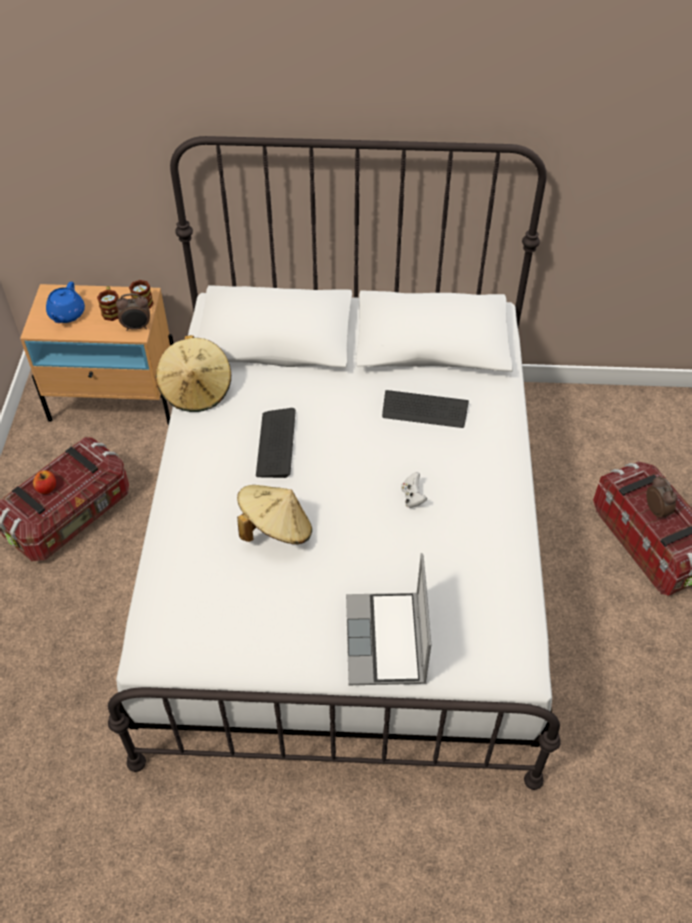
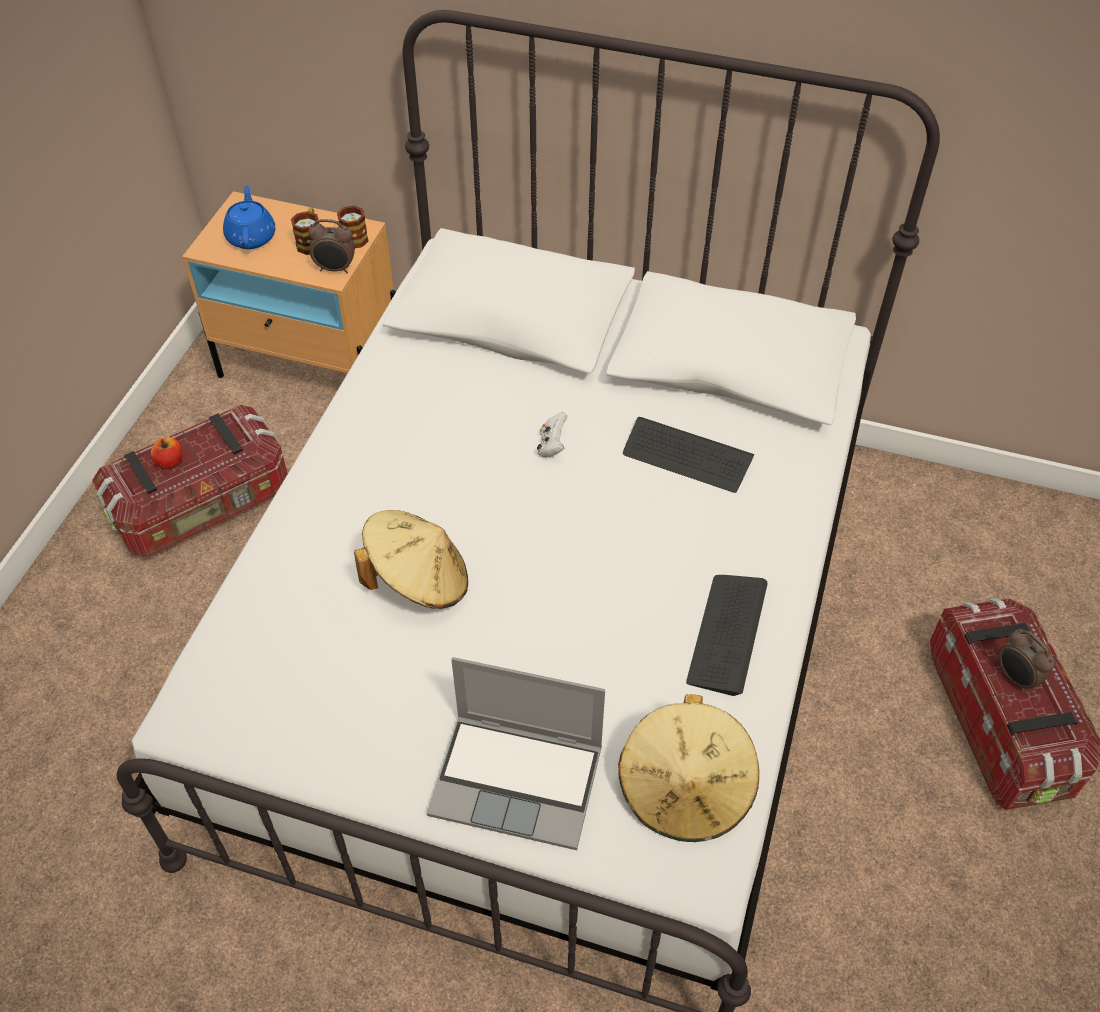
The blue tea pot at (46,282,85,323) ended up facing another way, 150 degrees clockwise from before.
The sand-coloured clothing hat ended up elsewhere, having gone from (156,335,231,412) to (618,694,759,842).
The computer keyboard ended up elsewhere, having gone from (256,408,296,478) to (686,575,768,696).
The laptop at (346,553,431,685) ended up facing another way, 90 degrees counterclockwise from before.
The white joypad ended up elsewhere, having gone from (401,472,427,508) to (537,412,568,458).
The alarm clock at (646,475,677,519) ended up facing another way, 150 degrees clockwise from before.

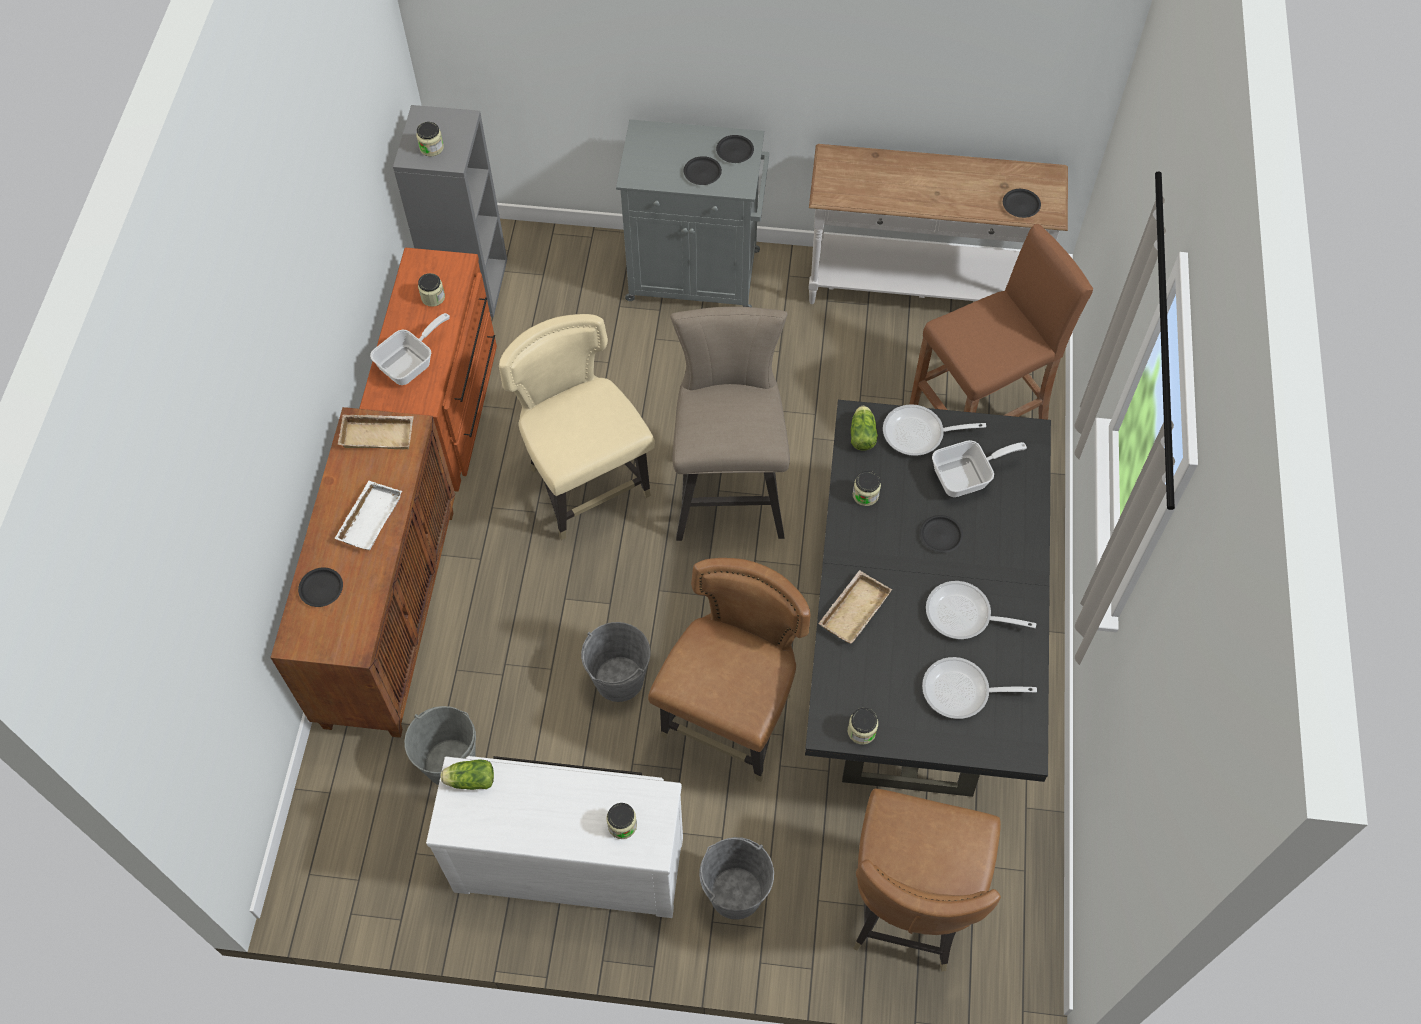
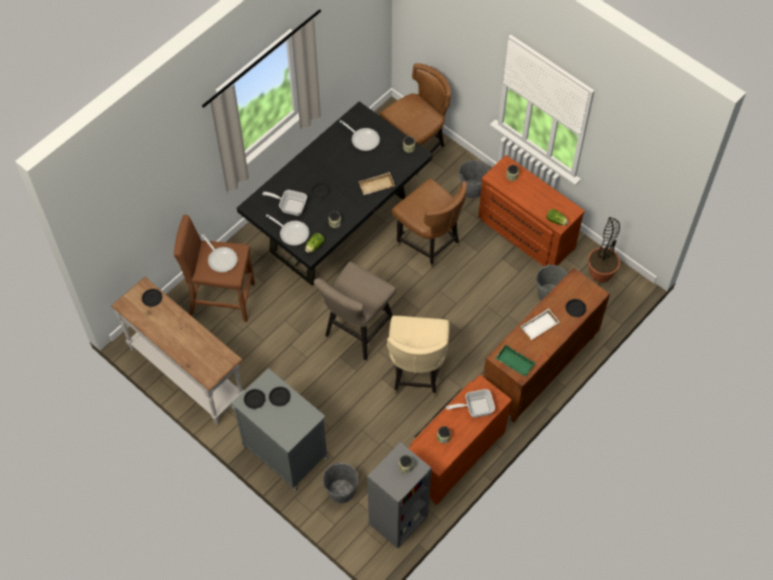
What was the sand-coloured carrying tray at (338,414,414,449) turned into the greenish carrying tray at (495,344,535,377).
What was the white chest of drawers at (426,756,683,918) turned into the brown-coloured chest of drawers at (478,155,585,266).
The grey pail ended up elsewhere, having gone from (581,622,651,702) to (323,462,358,503).
The brown-coloured upright chair at (648,558,811,782) ended up facing another way, 105 degrees counterclockwise from before.
The pan ended up elsewhere, having gone from (926,581,1036,639) to (201,234,238,272).
The second view gained the houseplant at (588,217,620,283).

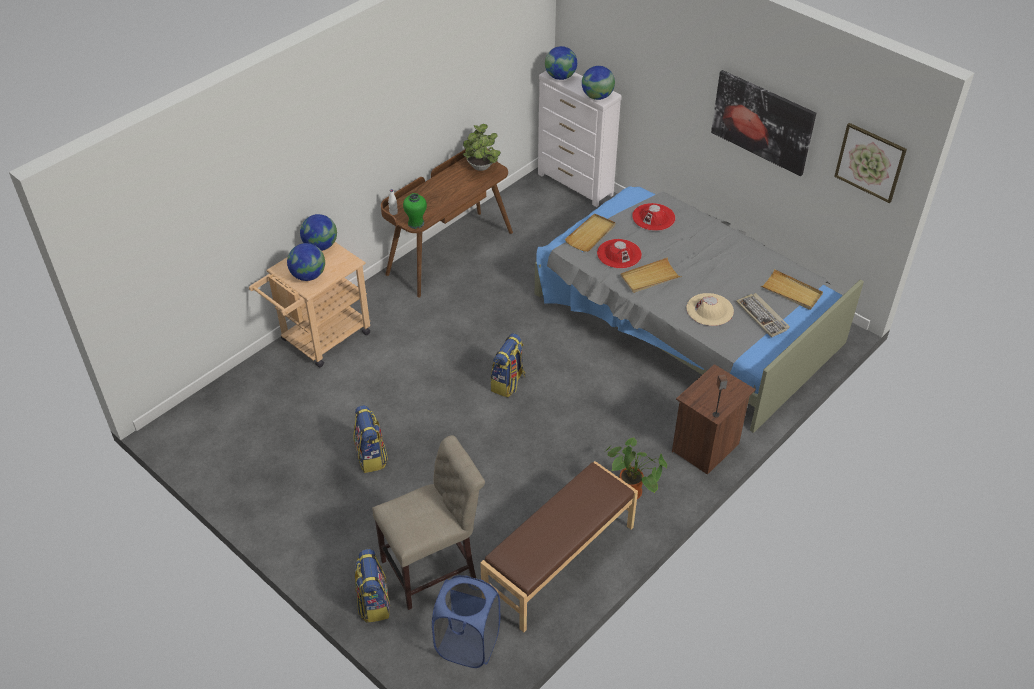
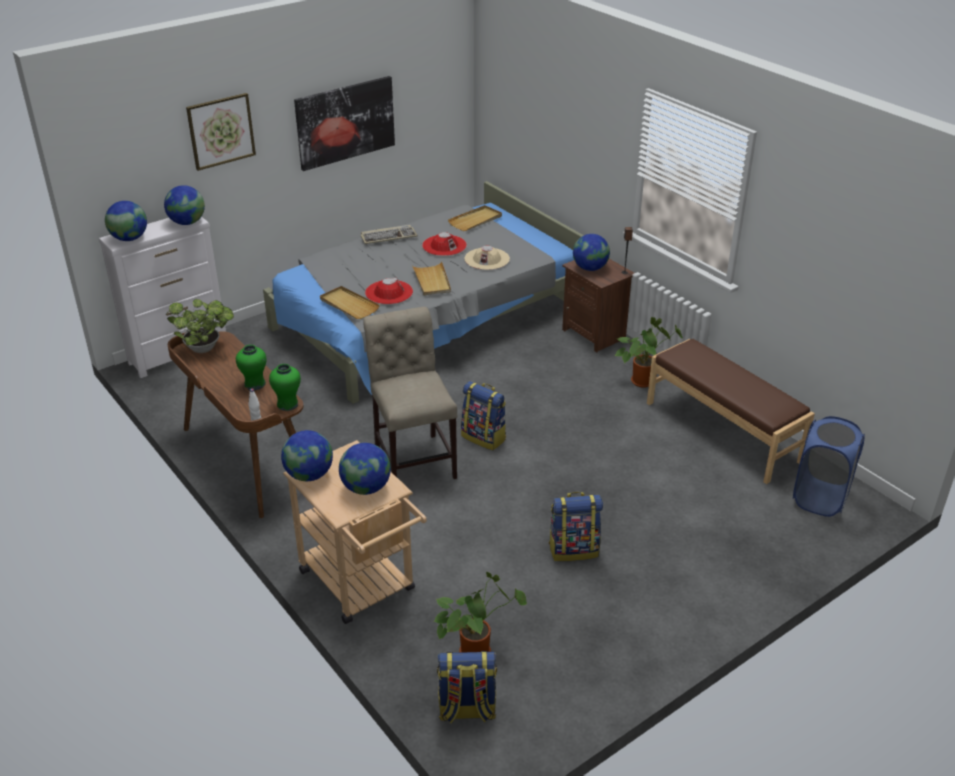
The knapsack ended up elsewhere, having gone from (355,549,390,623) to (437,651,497,723).
The sand-coloured upright chair ended up elsewhere, having gone from (372,435,485,610) to (363,307,457,479).
The red-coloured clothing hat ended up elsewhere, having gone from (632,203,675,231) to (422,232,467,256).
The computer keyboard ended up elsewhere, having gone from (736,293,790,338) to (360,225,418,244).
The wall picture ended up elsewhere, having gone from (834,123,907,203) to (186,93,256,171).
The second view gained the greenish decorative vase at (236,345,267,390).
The second view gained the houseplant at (434,572,527,653).
The second view gained the globe at (573,234,610,271).

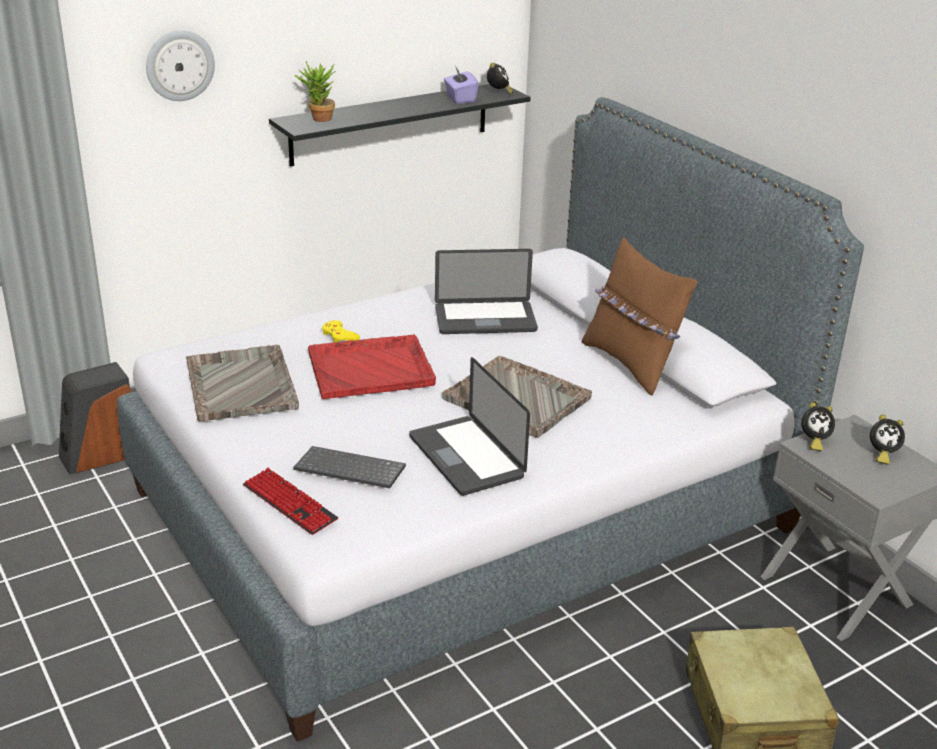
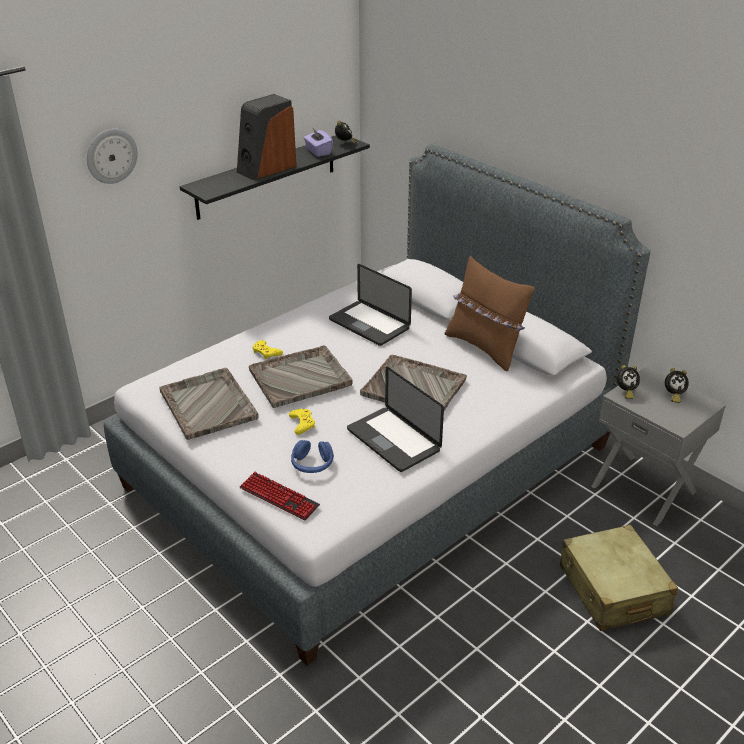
The speaker ended up elsewhere, having gone from (59,362,131,475) to (237,94,297,180).
Where the computer keyboard stood at (293,446,406,488), the blue pair of headphones came to stand at (291,440,334,473).
The second view lost the houseplant at (295,61,336,122).
What was the red-coloured carrying tray at (308,334,436,399) turned into the grey carrying tray at (249,345,353,408).
The laptop at (435,249,538,334) ended up facing another way, 60 degrees clockwise from before.
The second view gained the yellow-coloured joypad at (289,409,315,435).

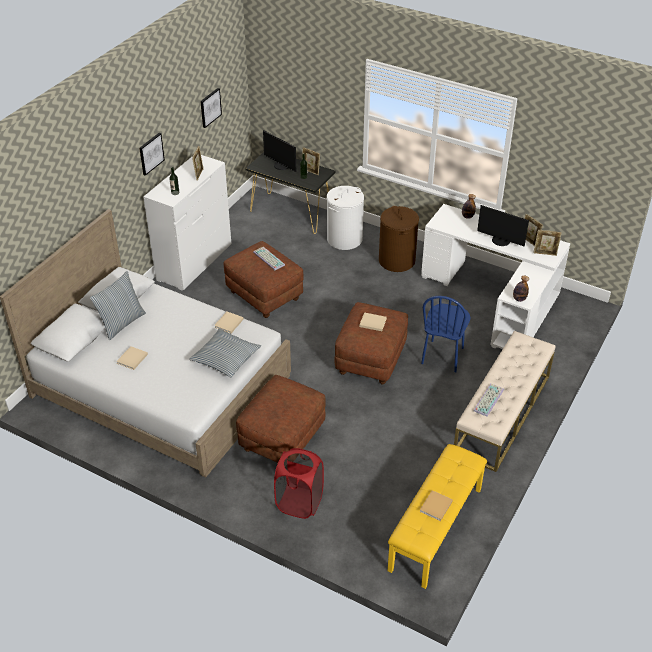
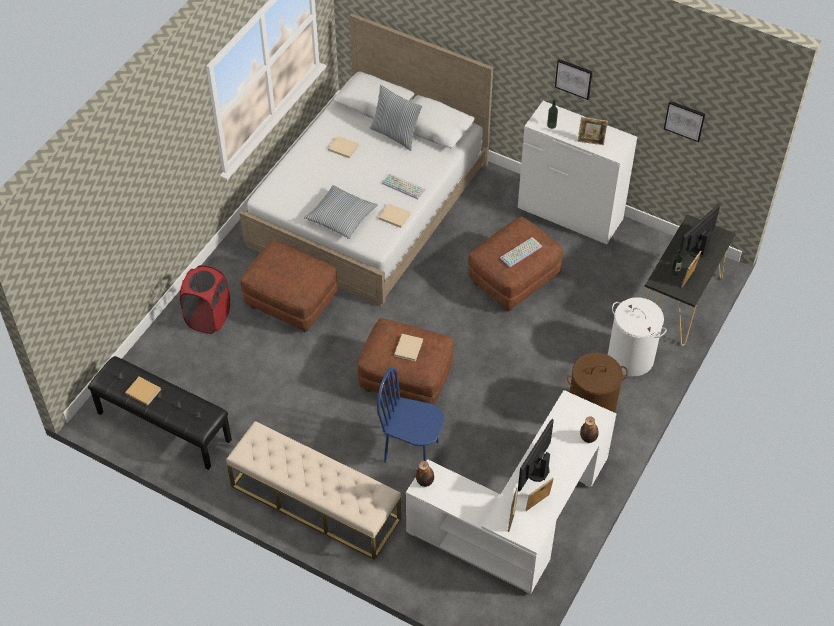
What was the yellow-coloured long seat at (388,444,487,589) turned into the black-coloured long seat at (88,356,232,470).
The computer keyboard ended up elsewhere, having gone from (473,384,504,416) to (382,174,425,199).

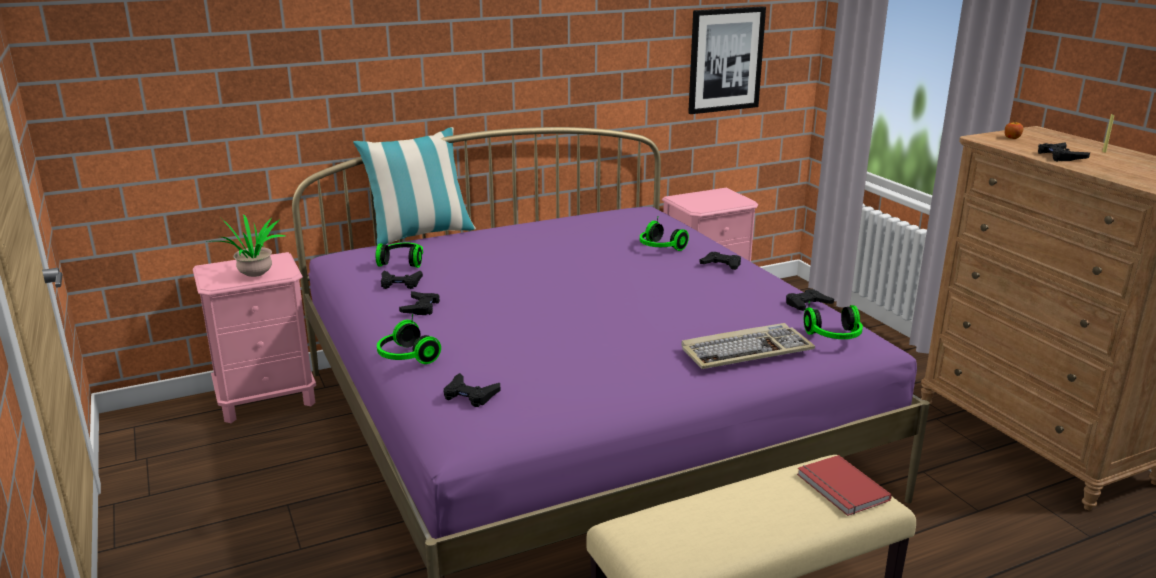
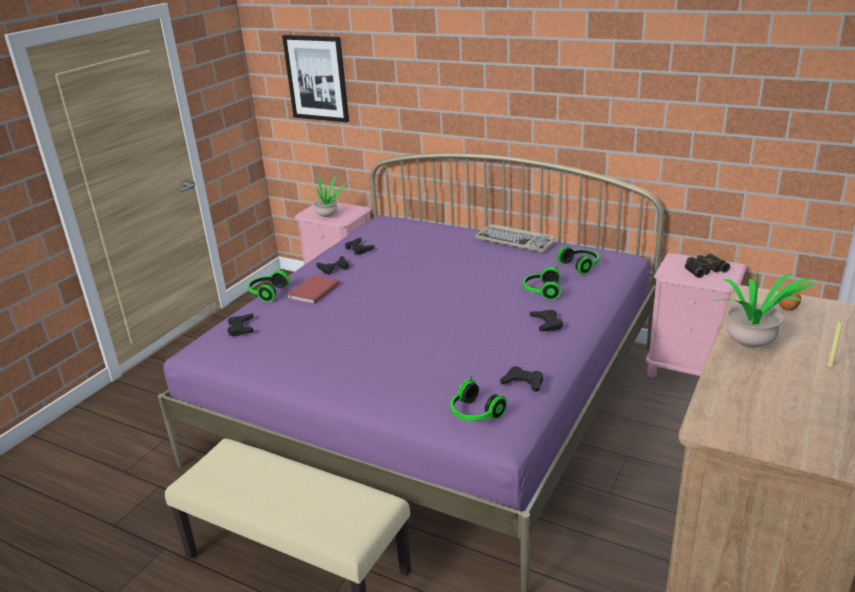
The second view lost the pillow at (353,127,476,245).
The pair of headphones ended up elsewhere, having gone from (376,243,423,268) to (557,246,599,275).
The computer keyboard ended up elsewhere, having gone from (681,323,815,369) to (474,224,555,252).
The wall picture ended up elsewhere, having gone from (688,6,766,114) to (282,35,349,122).
The red-coloured book ended up elsewhere, having gone from (797,455,892,516) to (287,275,340,304).
Where the black-coloured joypad stood at (1038,142,1090,161), the houseplant came to stand at (713,272,815,347).
The second view gained the binoculars at (684,253,730,278).

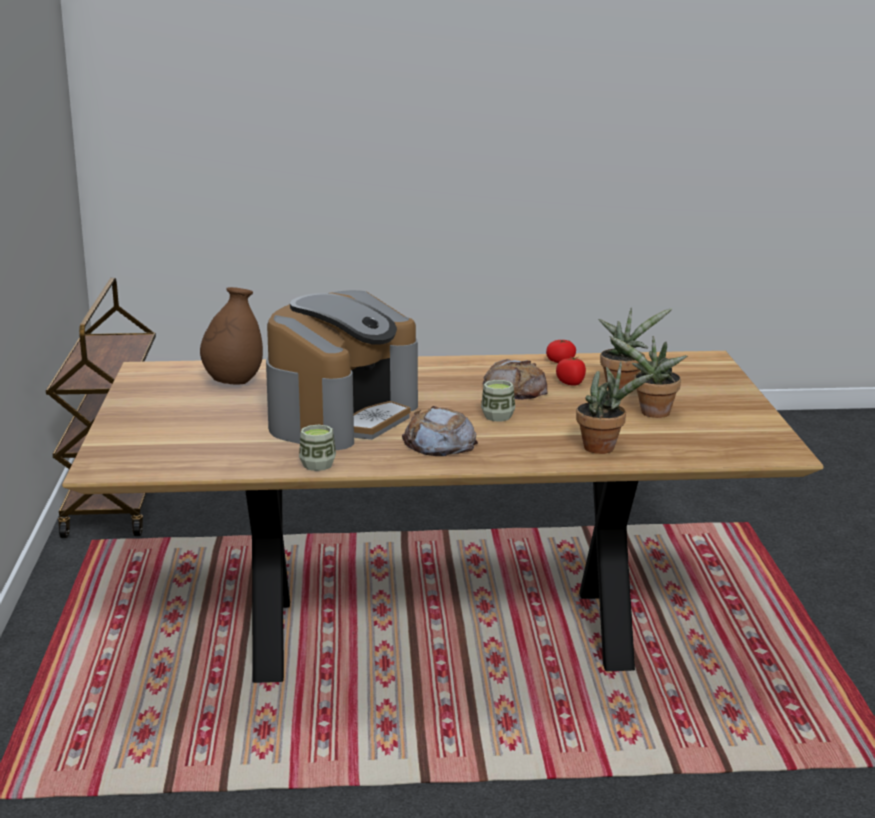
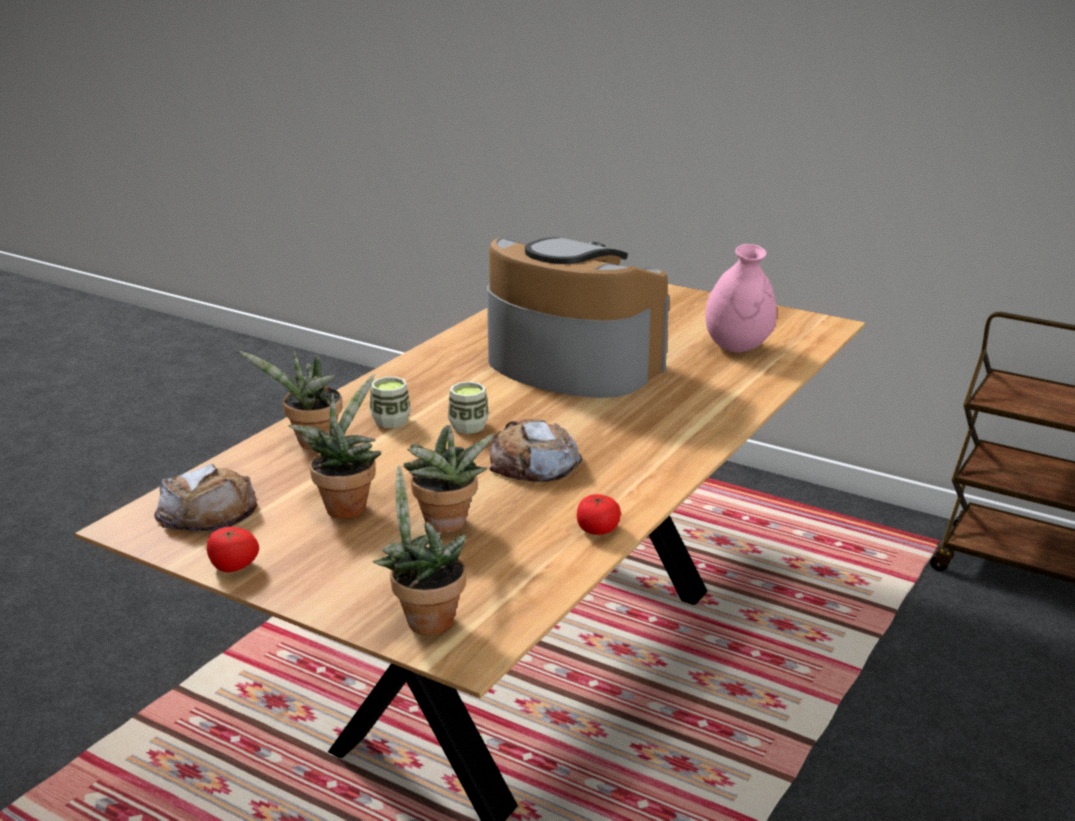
What was the brown-coloured decorative vase at (200,287,263,385) turned into the pinkish decorative vase at (705,244,777,353).
The coffee maker at (266,290,418,450) ended up facing another way, 150 degrees clockwise from before.
The drinking cup ended up elsewhere, having gone from (299,425,336,471) to (370,377,411,428).
The bread ended up elsewhere, having gone from (402,406,478,456) to (154,464,257,531).
The tomato ended up elsewhere, having gone from (556,357,586,385) to (207,527,259,572).
The second view gained the houseplant at (373,465,467,635).

